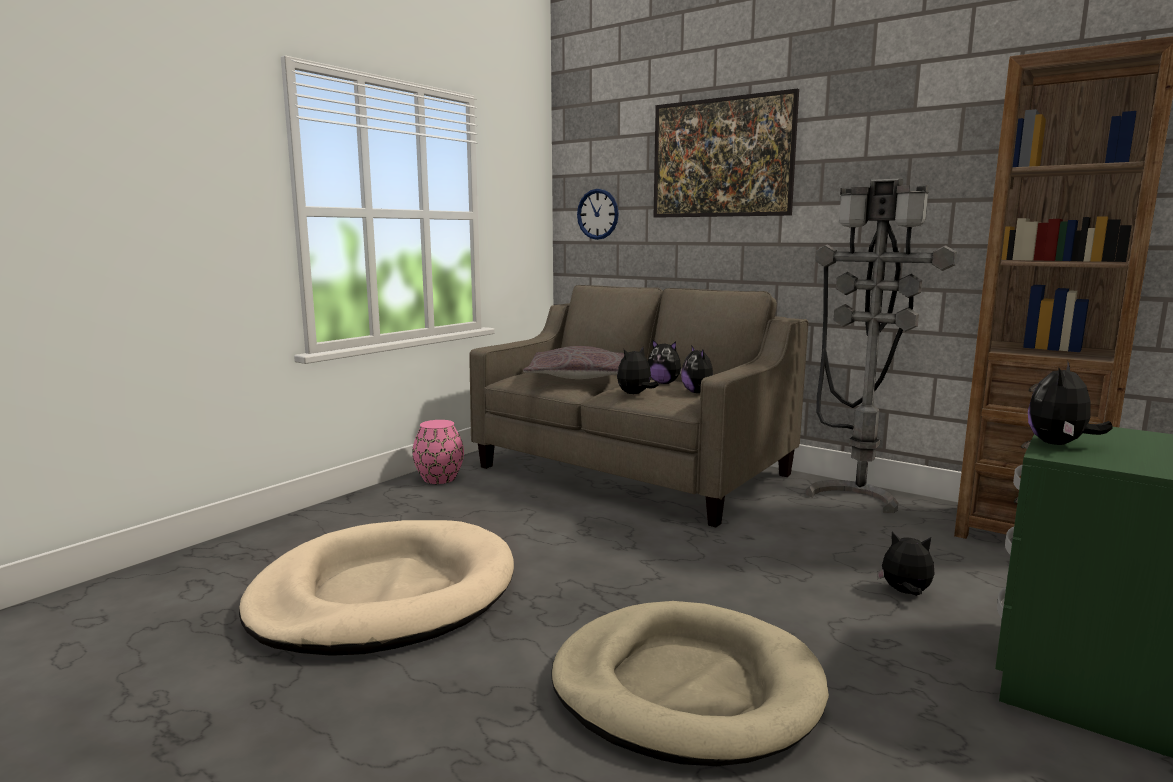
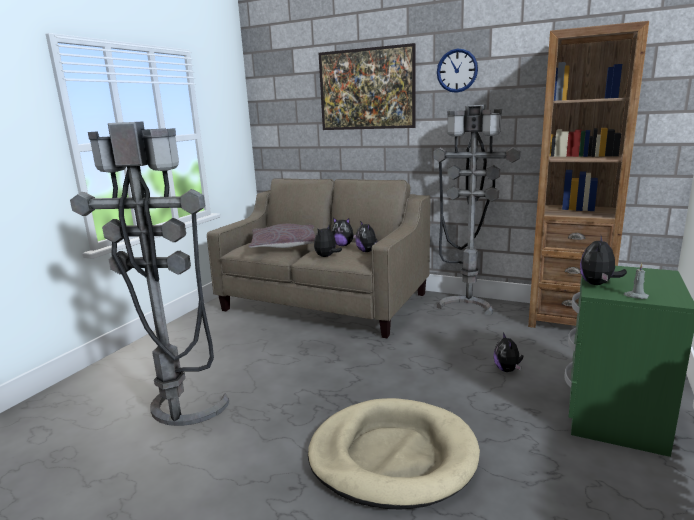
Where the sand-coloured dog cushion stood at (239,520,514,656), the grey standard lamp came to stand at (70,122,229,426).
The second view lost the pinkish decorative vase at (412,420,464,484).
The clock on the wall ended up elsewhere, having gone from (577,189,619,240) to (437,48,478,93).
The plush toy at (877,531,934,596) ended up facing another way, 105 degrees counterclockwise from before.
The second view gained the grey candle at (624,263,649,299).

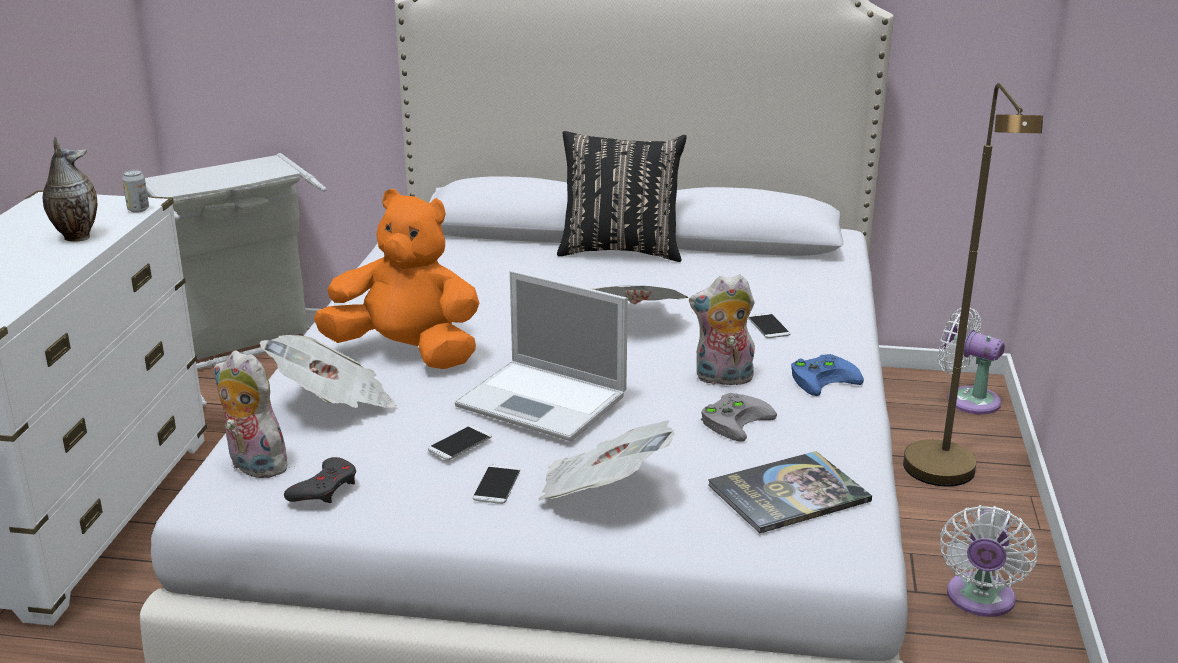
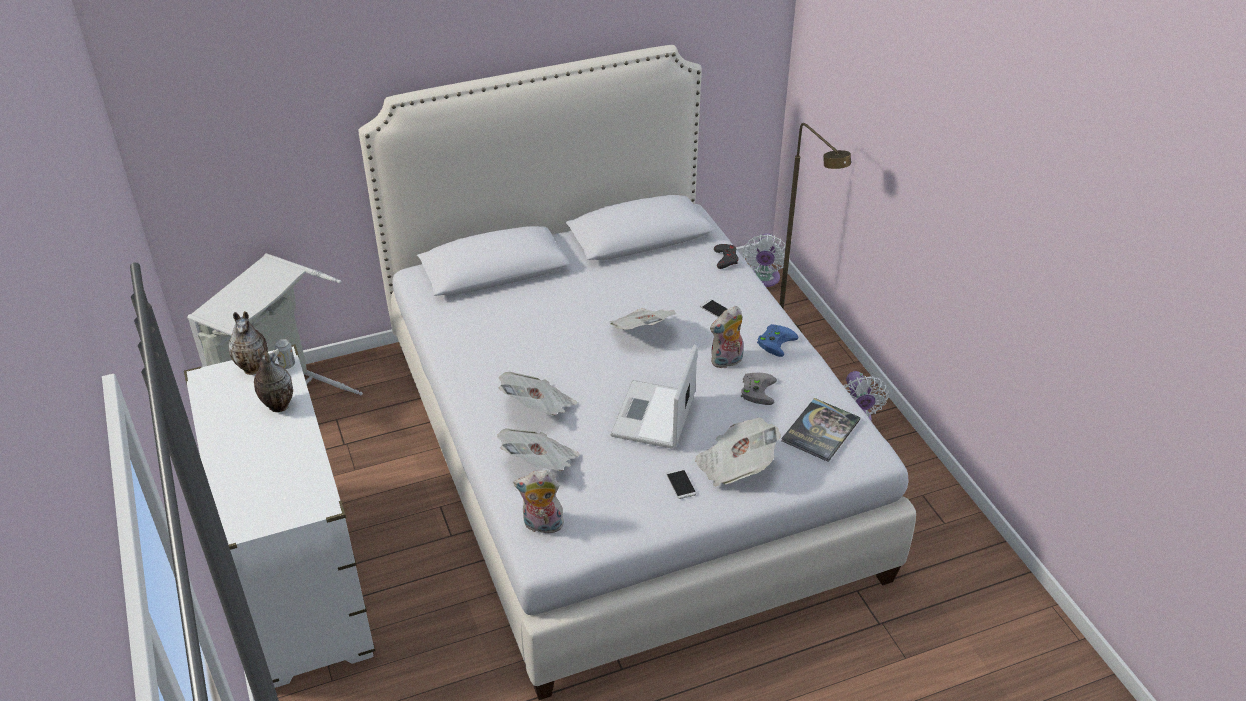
The grey joypad ended up elsewhere, having gone from (284,457,356,503) to (714,244,738,269).
Where the orange-coloured plush toy stood at (314,189,479,369), the newspaper came to stand at (498,372,577,416).
The second view lost the telephone at (428,425,492,460).
The laptop at (455,270,628,442) ended up facing another way, 105 degrees clockwise from before.
The second view lost the black-coloured pillow at (557,131,687,262).
The white cooling fan at (938,307,1005,414) ended up facing another way, 90 degrees counterclockwise from before.
The second view gained the decorative vase at (228,311,268,375).

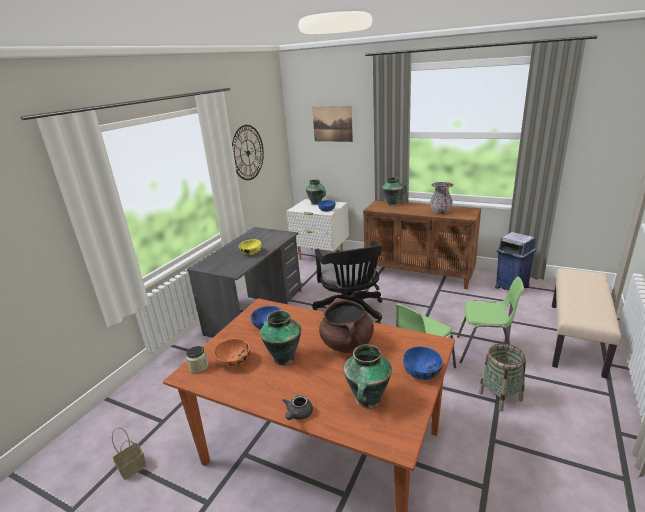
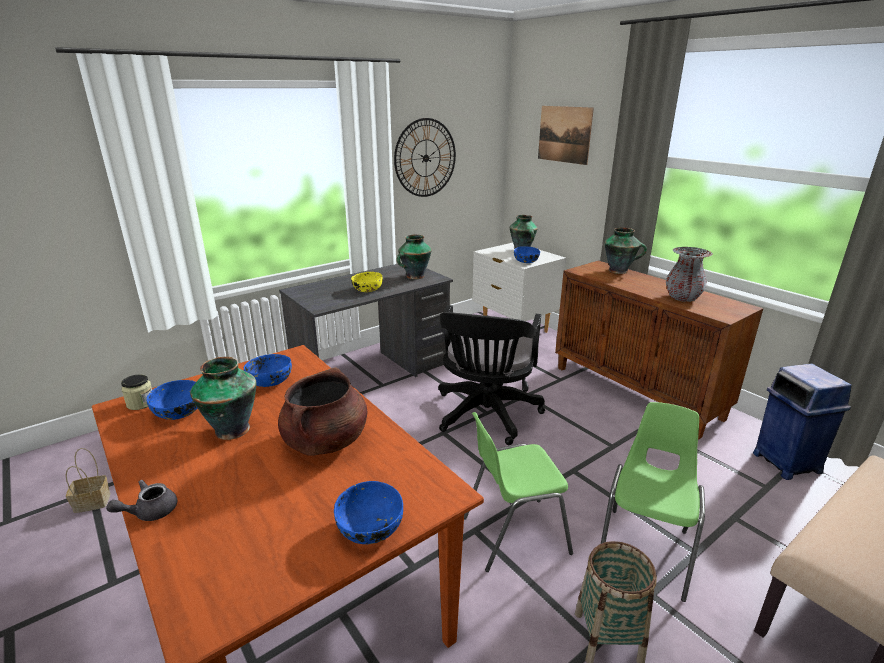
What was the orange-coloured deep dish at (214,339,250,368) turned into the blue deep dish at (146,380,197,420).
The decorative vase ended up elsewhere, having gone from (344,344,392,409) to (397,234,432,279).
The greenish upright chair at (457,277,524,364) ended up facing another way, 105 degrees counterclockwise from before.

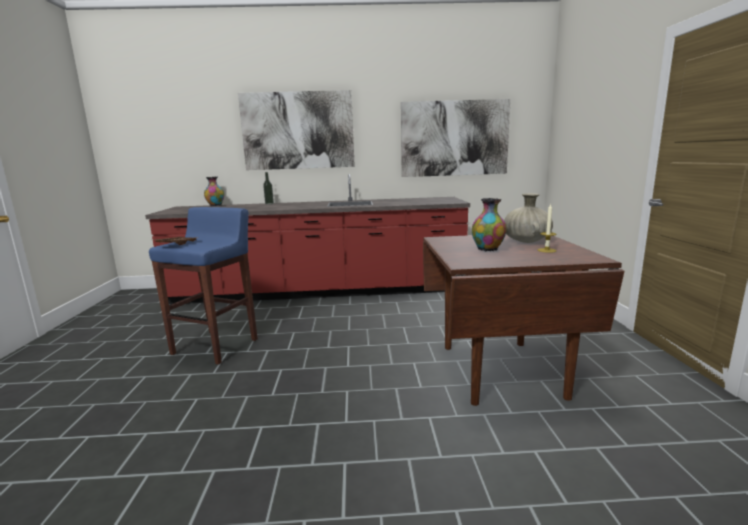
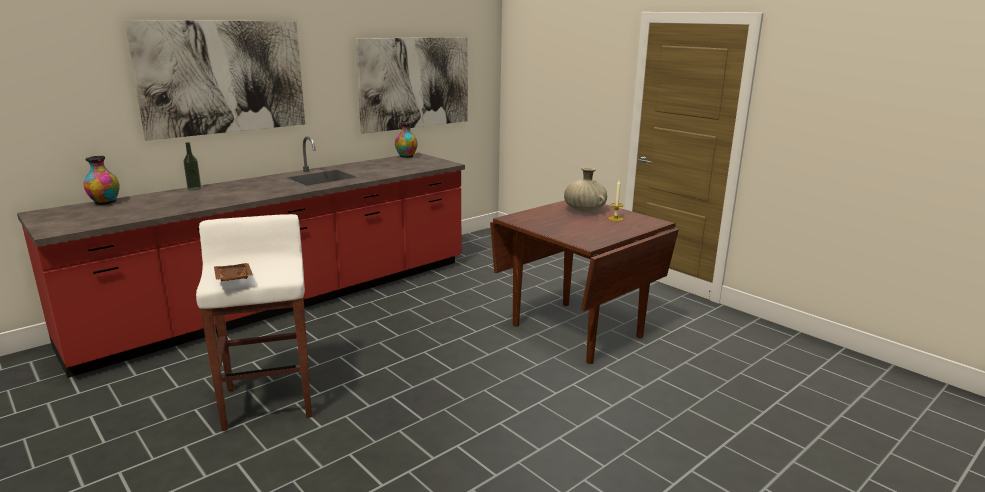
What was the blue stool at (149,207,258,365) turned into the white stool at (196,214,312,431).
The decorative vase ended up elsewhere, having gone from (472,198,506,252) to (395,122,418,158).

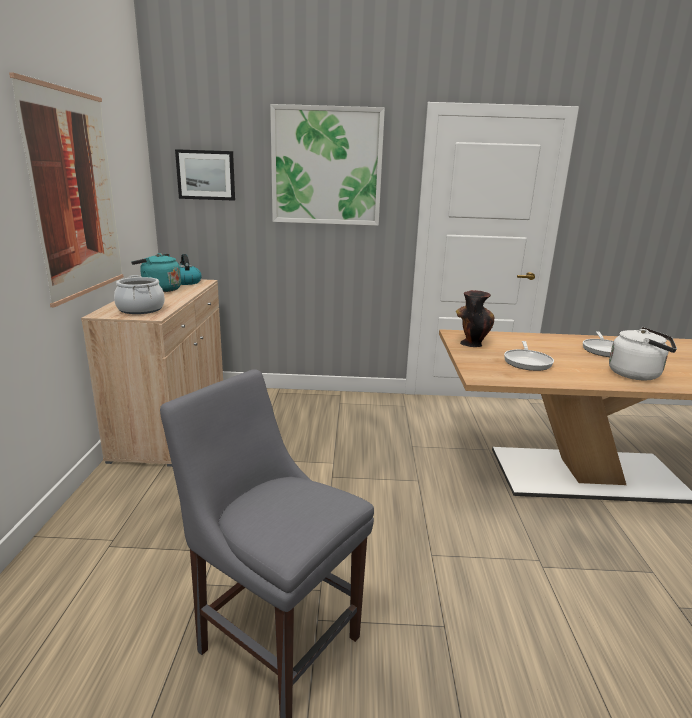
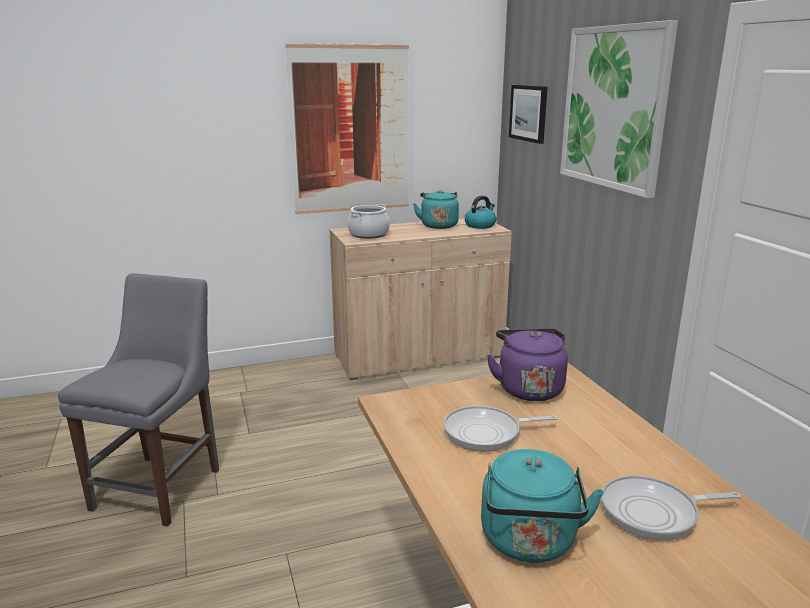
Where the decorative vase stood at (456,290,494,347), the purple-coloured kettle came to stand at (487,329,568,401).
What was the white kettle at (609,327,677,381) turned into the blue-green kettle at (481,449,604,563).

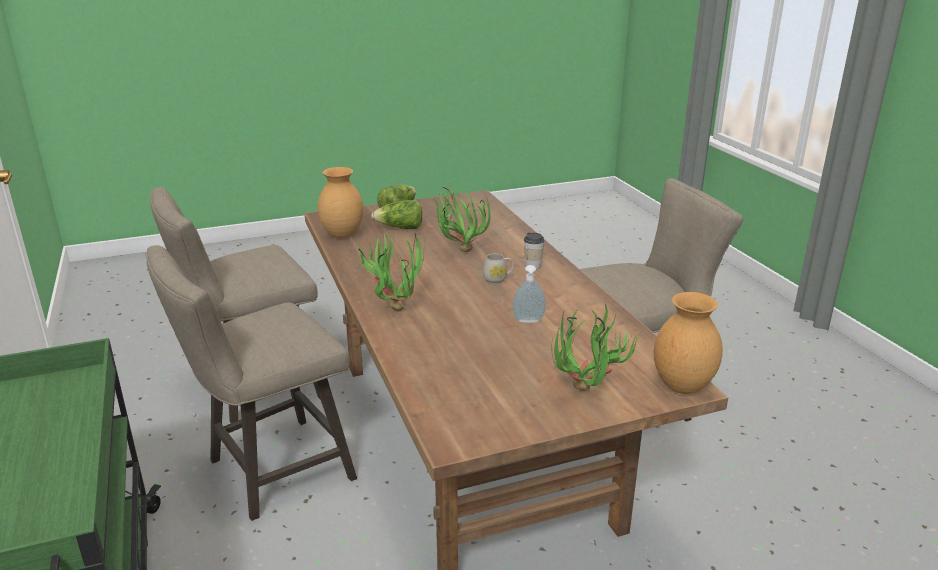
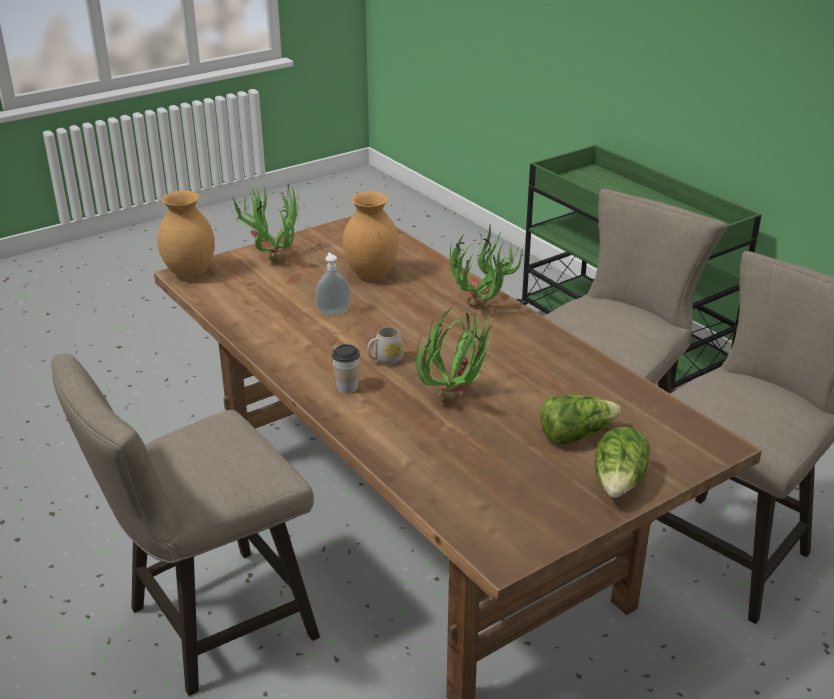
The brown-coloured decorative vase ended up elsewhere, having gone from (318,167,364,238) to (343,192,399,280).

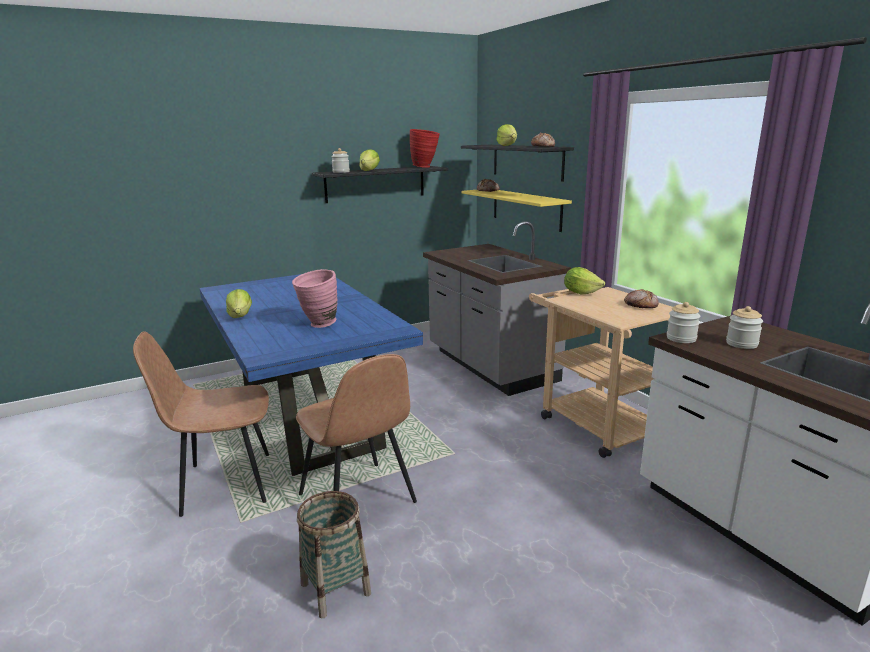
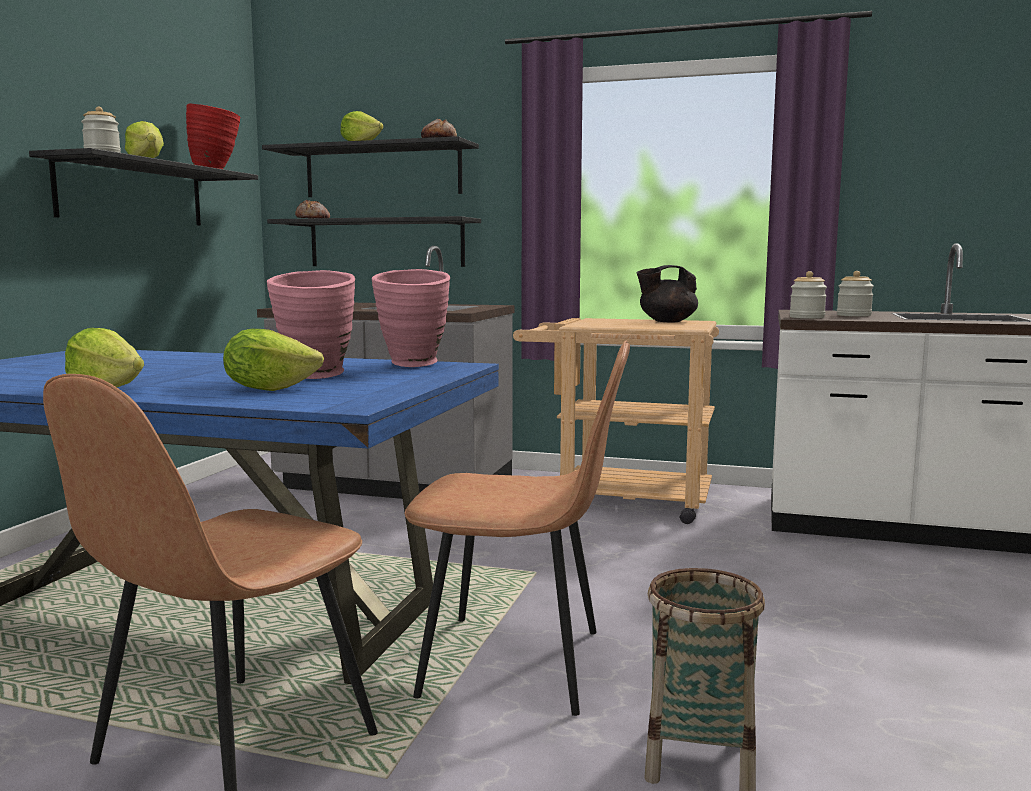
What was the yellow-coloured shelf at (462,190,572,232) turned into the black-coloured shelf at (267,216,481,267).
The lettuce ended up elsewhere, having gone from (564,267,605,294) to (223,329,324,391).
Where the bread stood at (624,289,659,308), the black-coloured tea pot came to stand at (637,265,698,323).
The second view gained the pinkish decorative vase at (372,269,450,367).

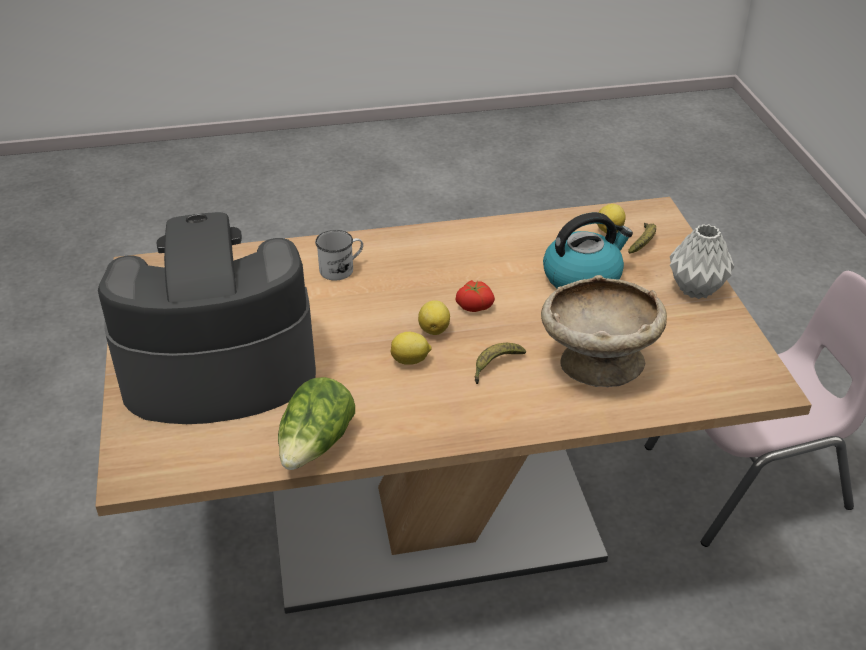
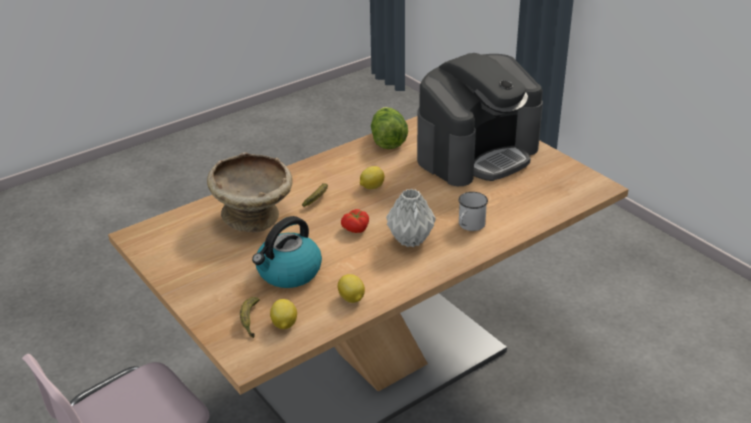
The whole lemon ended up elsewhere, having gone from (418,300,450,335) to (338,274,365,303).
The grey decorative vase ended up elsewhere, having gone from (670,224,734,299) to (386,189,436,247).

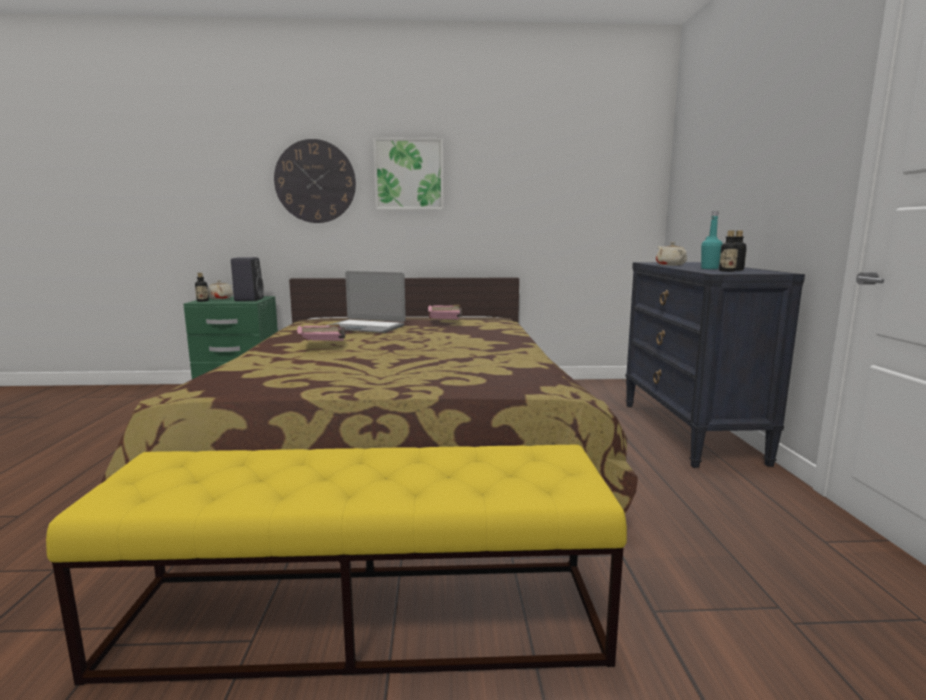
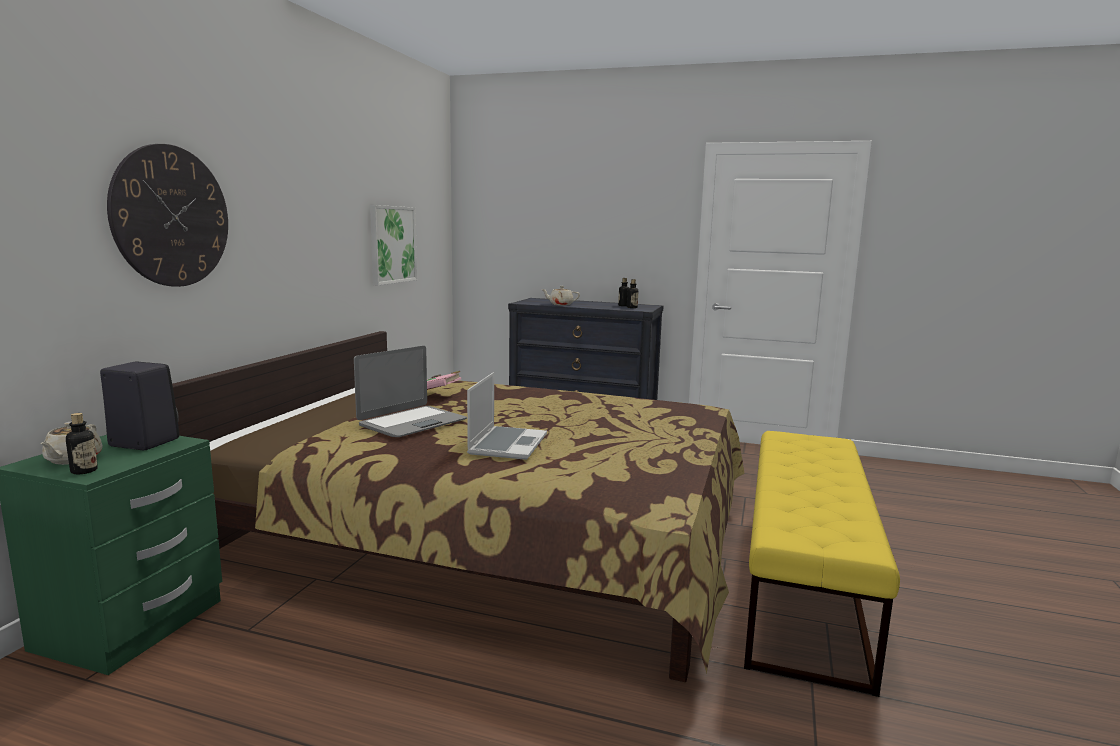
Where the pinkish book stood at (297,324,345,341), the laptop came to stand at (467,372,547,460).
The wall picture ended up elsewhere, having gone from (373,137,444,210) to (370,205,417,285).
The second view lost the blue-green beverage bottle at (701,211,723,269).

